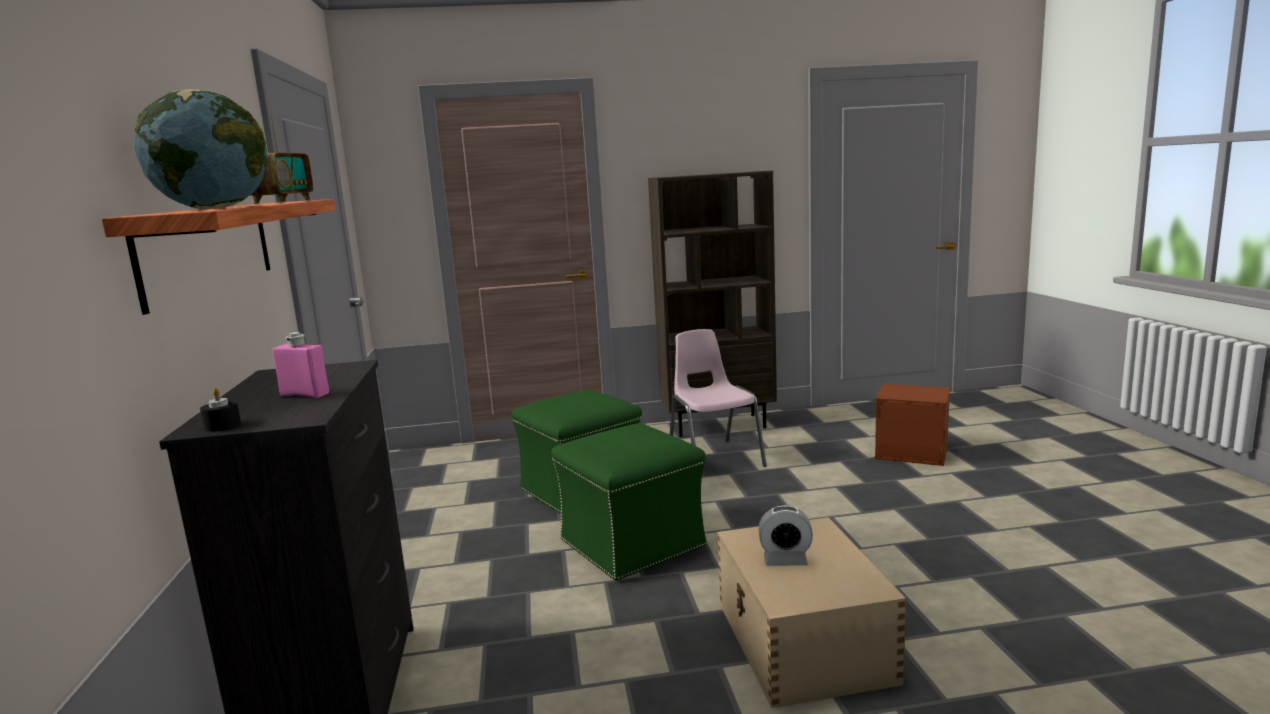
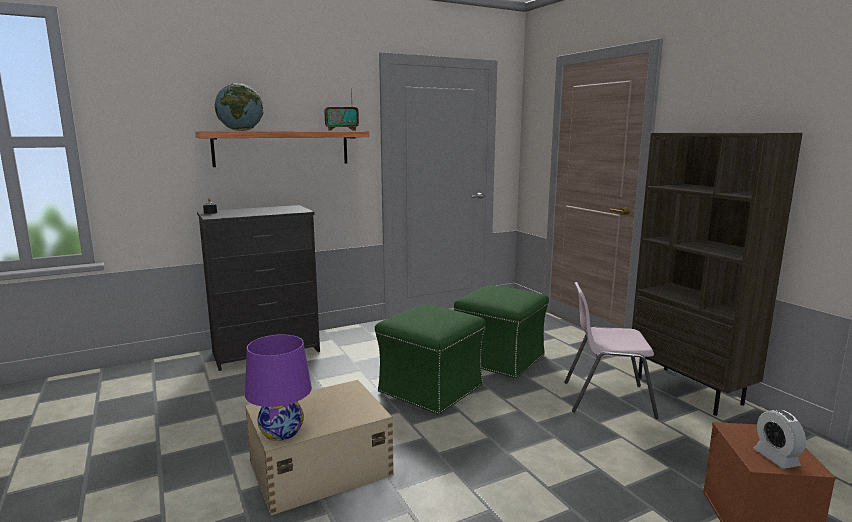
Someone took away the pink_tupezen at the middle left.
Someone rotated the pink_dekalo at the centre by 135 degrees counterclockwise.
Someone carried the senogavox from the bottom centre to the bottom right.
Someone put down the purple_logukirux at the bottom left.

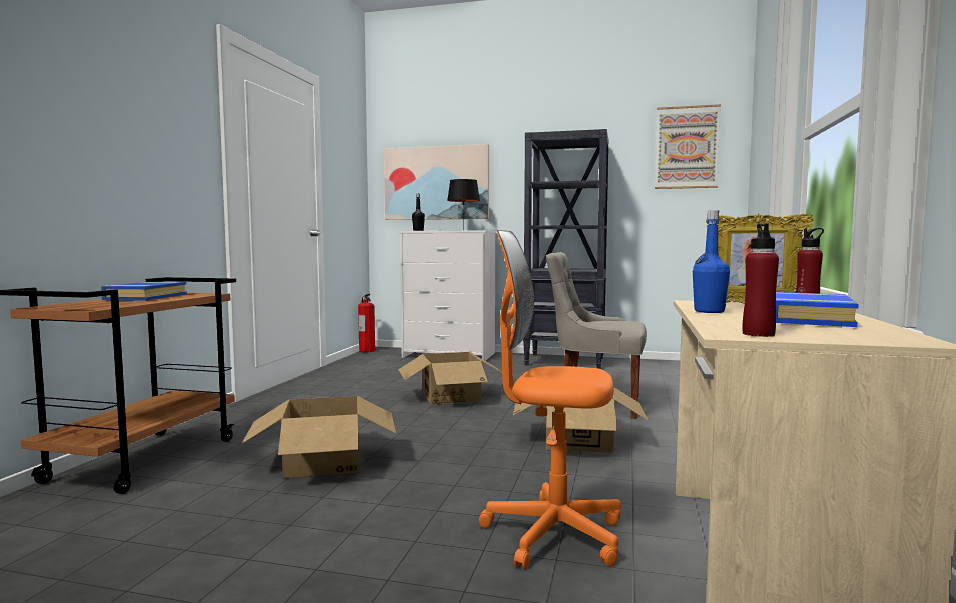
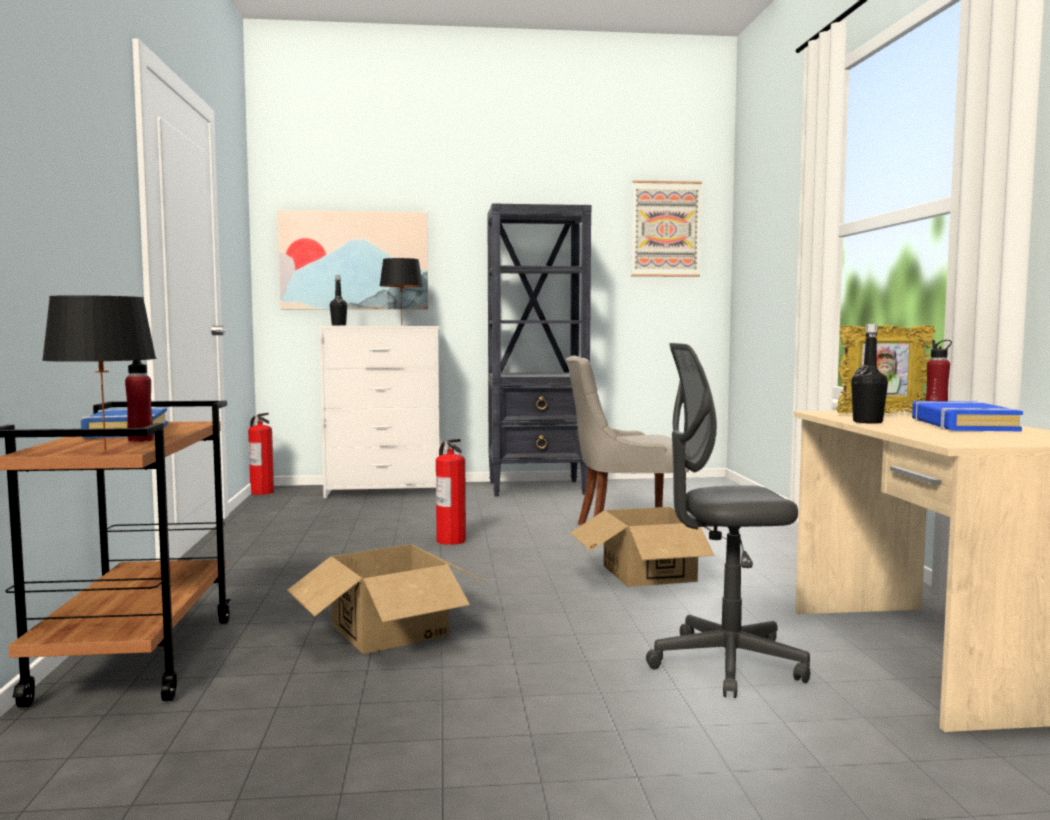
Someone swapped the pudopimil (no. 2 from left) at the centre for the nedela (no. 2 from left) at the centre.
Someone repainted the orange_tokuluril at the centre, which became the grey_tokuluril at the middle right.
Someone repainted the blue_tupezen at the middle right, which became the black_tupezen (no. 2 from left) at the middle right.
Someone carried the red_tupezen (no. 1 from left) from the middle right to the middle left.
Someone put down the black_logukirux (no. 1 from left) at the middle left.

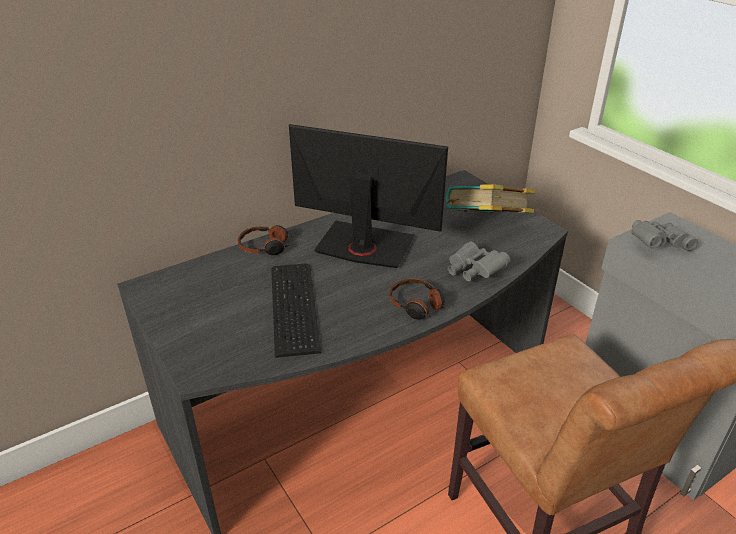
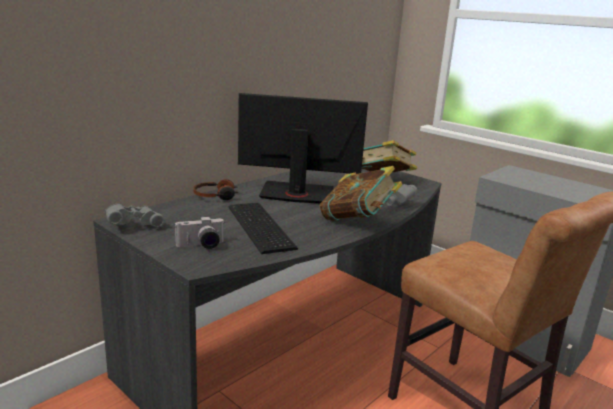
Someone swapped the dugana (no. 2 from left) at the centre for the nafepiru (no. 1 from left) at the centre.
Someone carried the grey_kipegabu (no. 2 from left in the first image) from the middle right to the middle left.
Someone put down the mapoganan at the middle left.

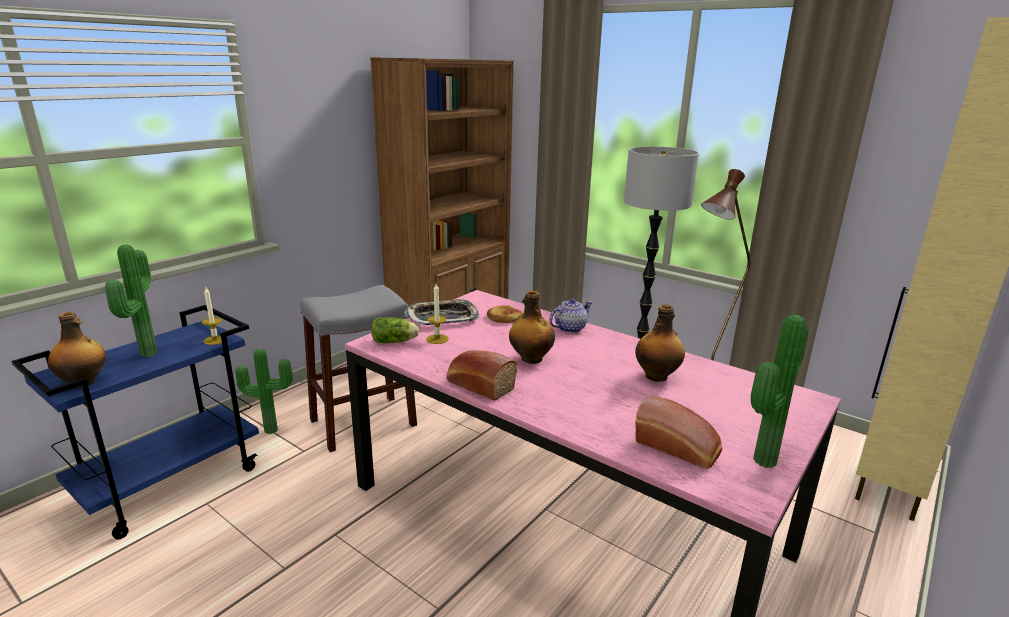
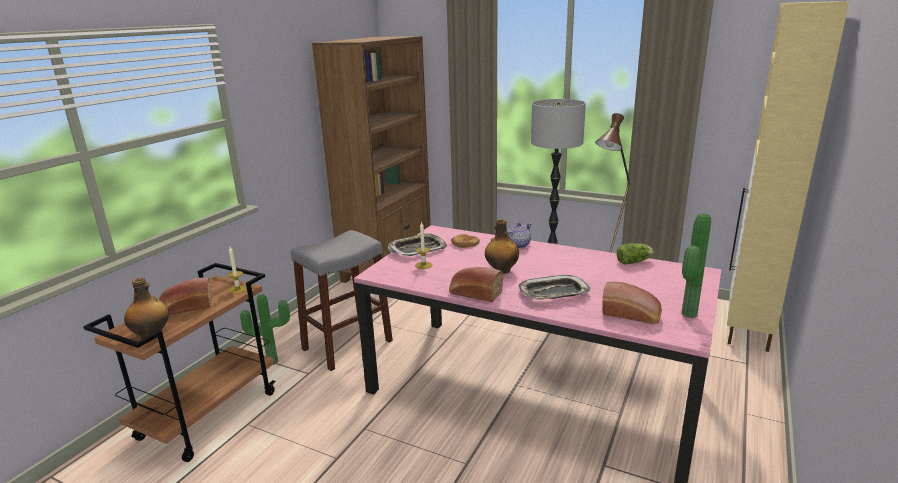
Someone repainted the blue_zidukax at the bottom left, which became the brown_zidukax at the bottom left.
Someone swapped the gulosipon (no. 1 from left) at the middle left for the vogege (no. 1 from left) at the middle left.
Someone carried the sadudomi from the centre to the middle right.
Someone took away the tupezen (no. 3 from left) at the centre.
Someone put down the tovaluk (no. 2 from left) at the centre.

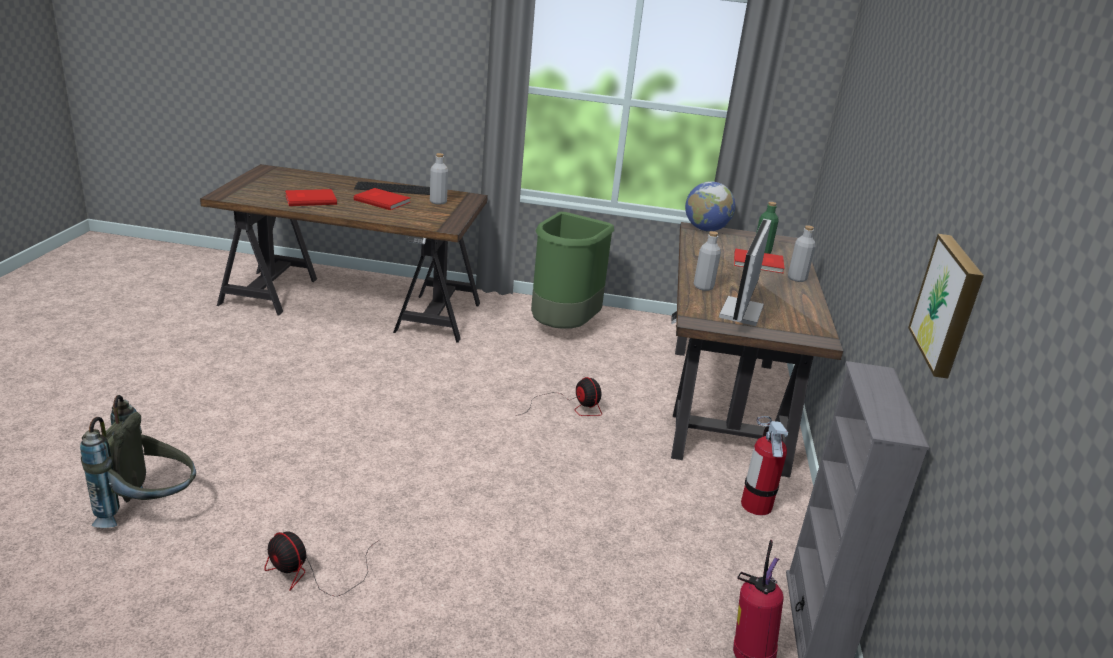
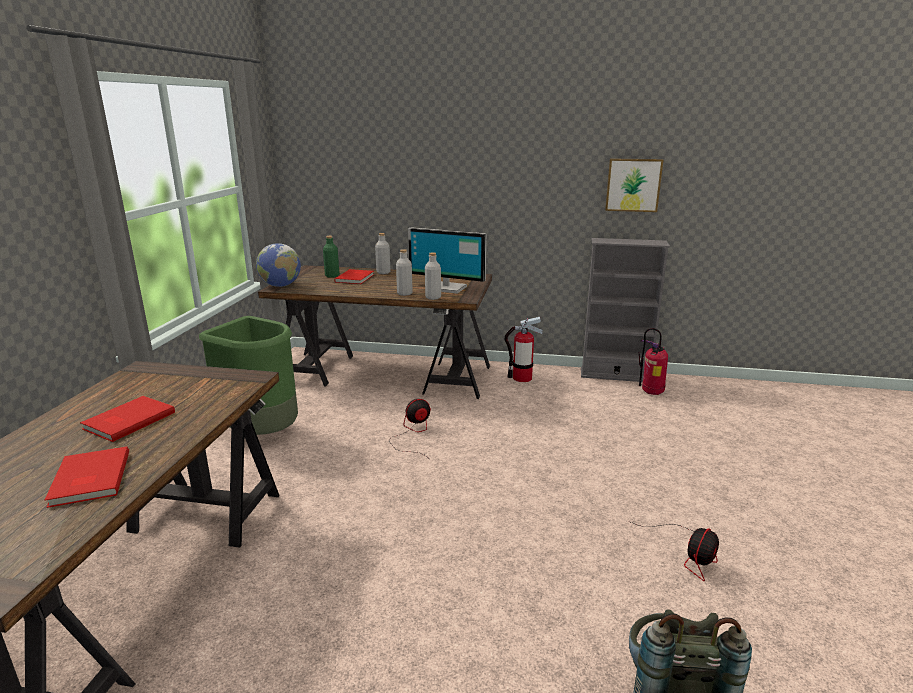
Someone took away the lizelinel at the top centre.
Someone carried the grey_tupezen (no. 1 from left in the first image) from the top centre to the centre.

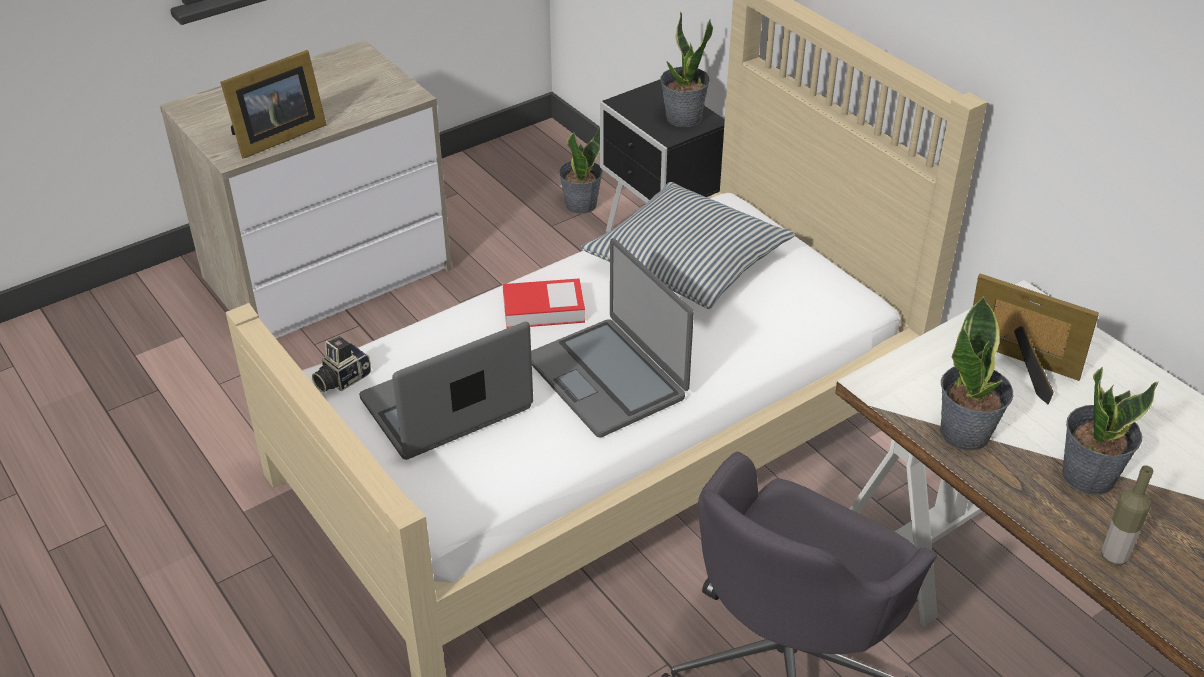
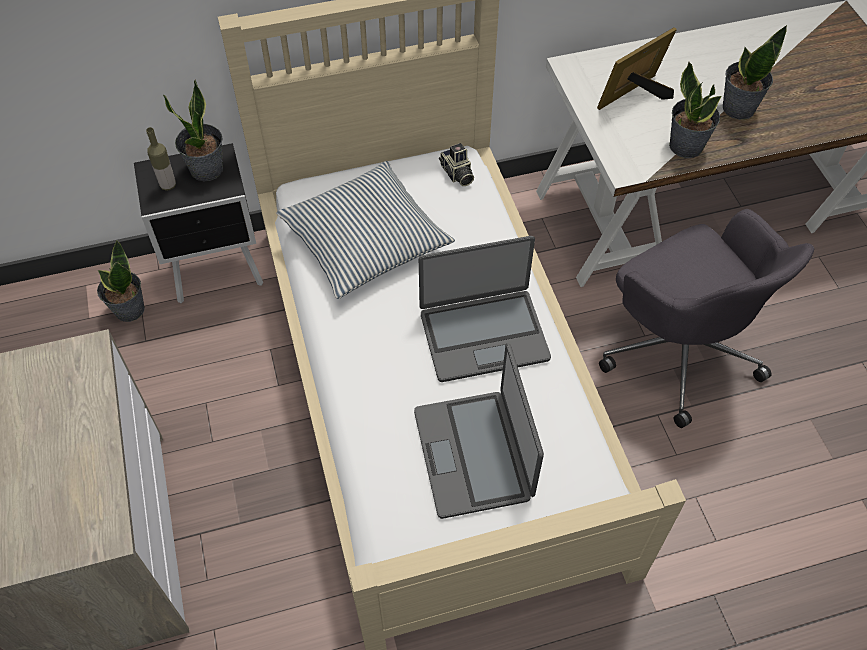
Someone took away the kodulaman (no. 1 from left) at the top left.
Someone carried the mapoganan from the middle left to the top centre.
Someone took away the nafepiru at the centre.
Someone carried the tupezen from the bottom right to the top left.

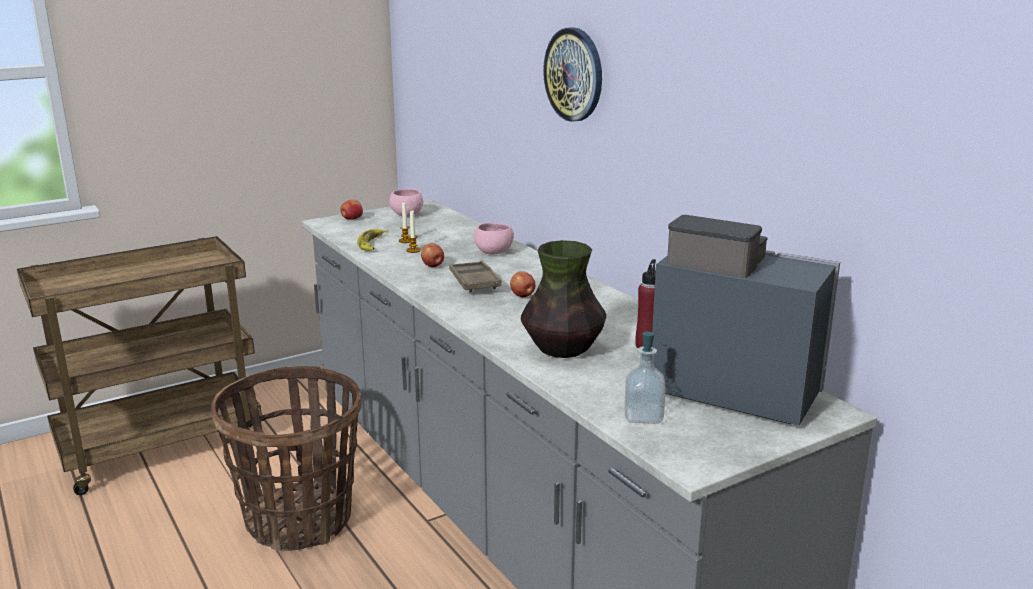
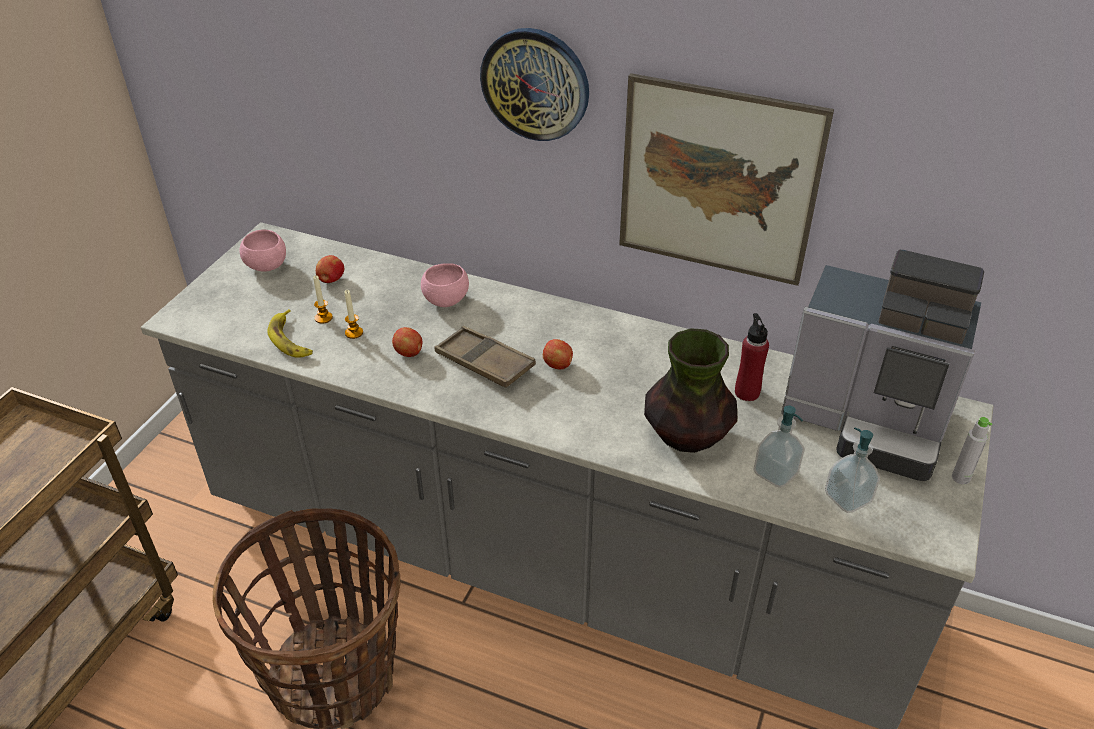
Someone carried the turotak (no. 1 from left) from the centre to the middle left.
Someone rotated the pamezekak at the middle right by 150 degrees counterclockwise.
Someone put up the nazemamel at the top centre.
Someone put down the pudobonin (no. 1 from left) at the middle right.
Someone put down the grey_tupezen at the middle right.

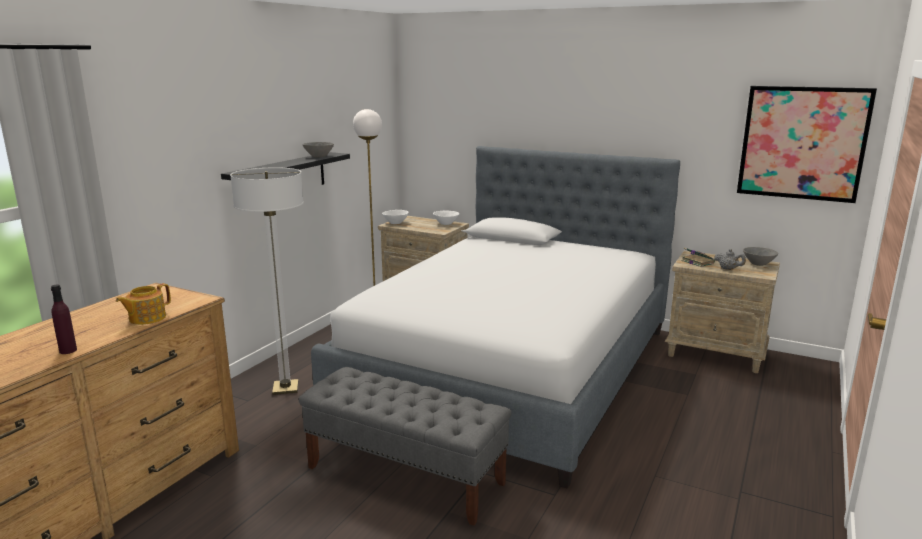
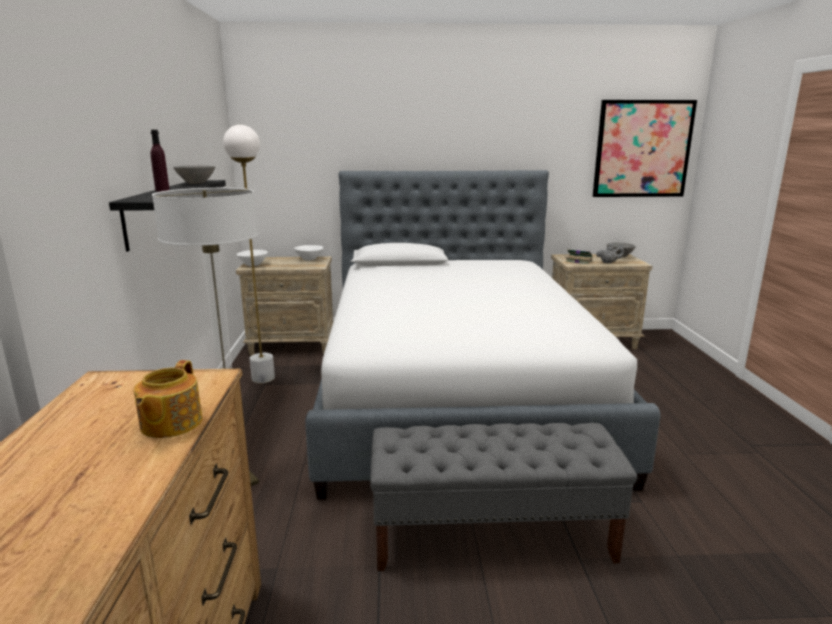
Someone carried the purple_tupezen from the middle left to the top left.

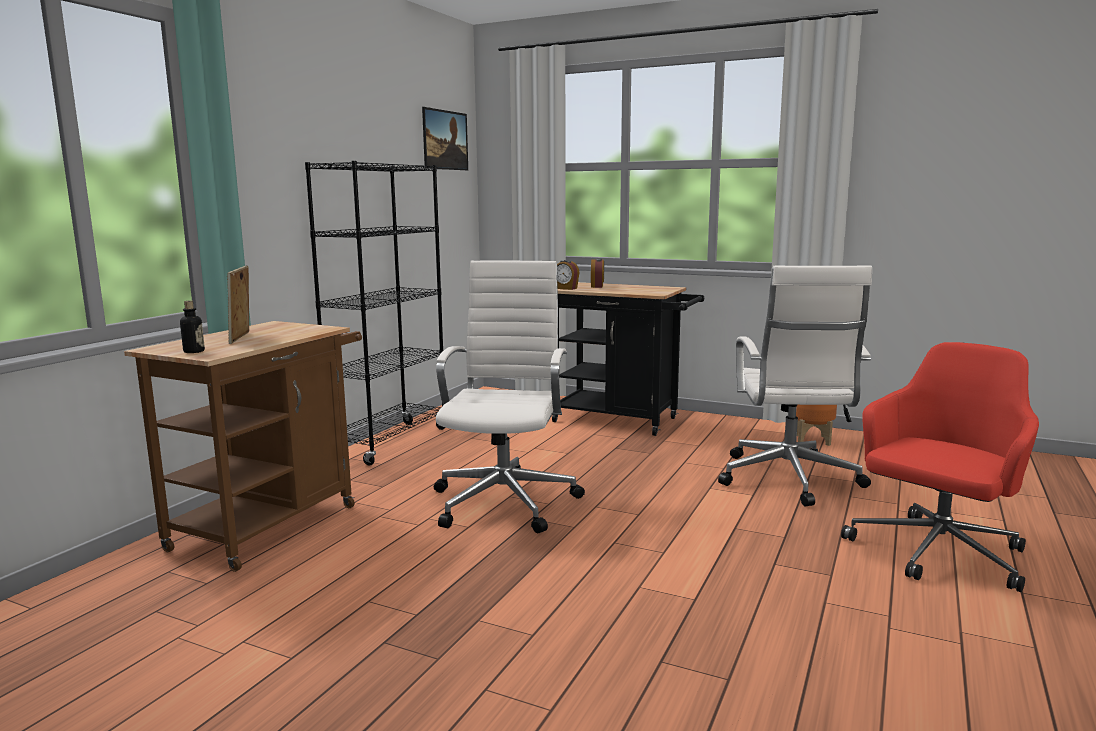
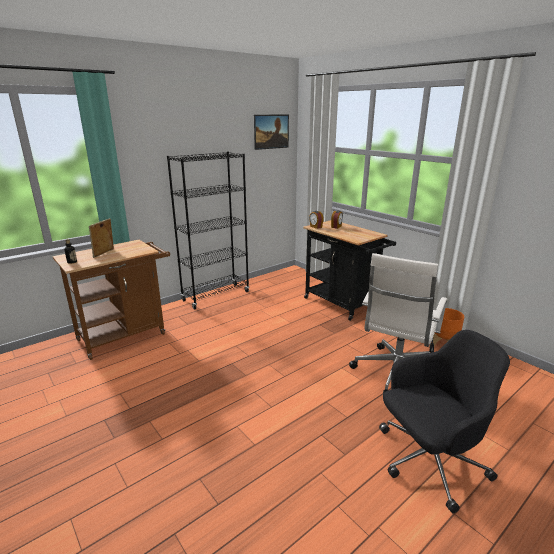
Someone took away the white_tokuluril (no. 1 from left) at the centre.
Someone repainted the red_tokuluril at the middle right, which became the black_tokuluril at the bottom right.

